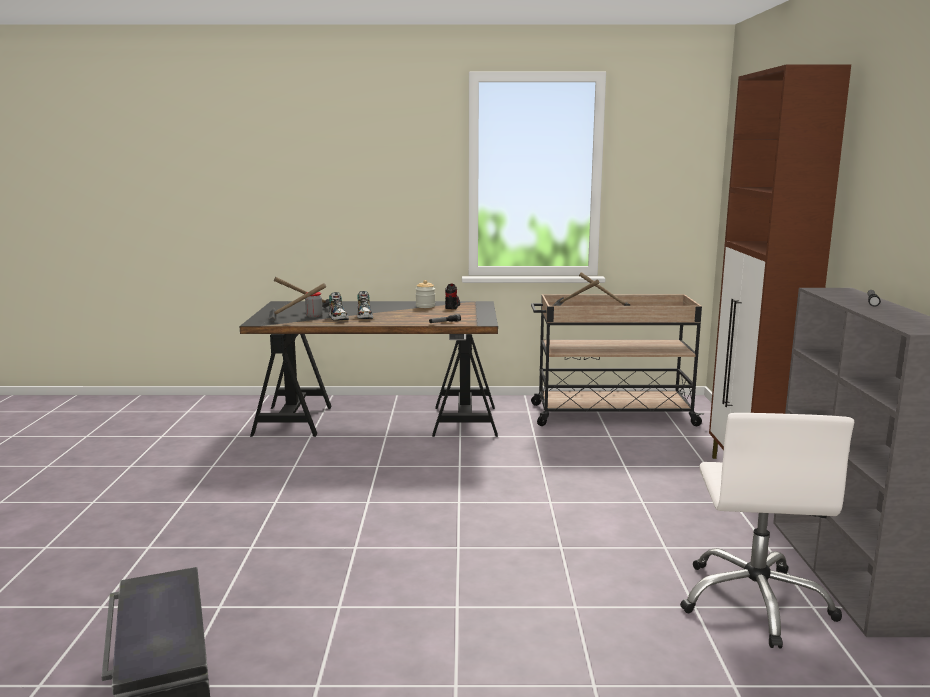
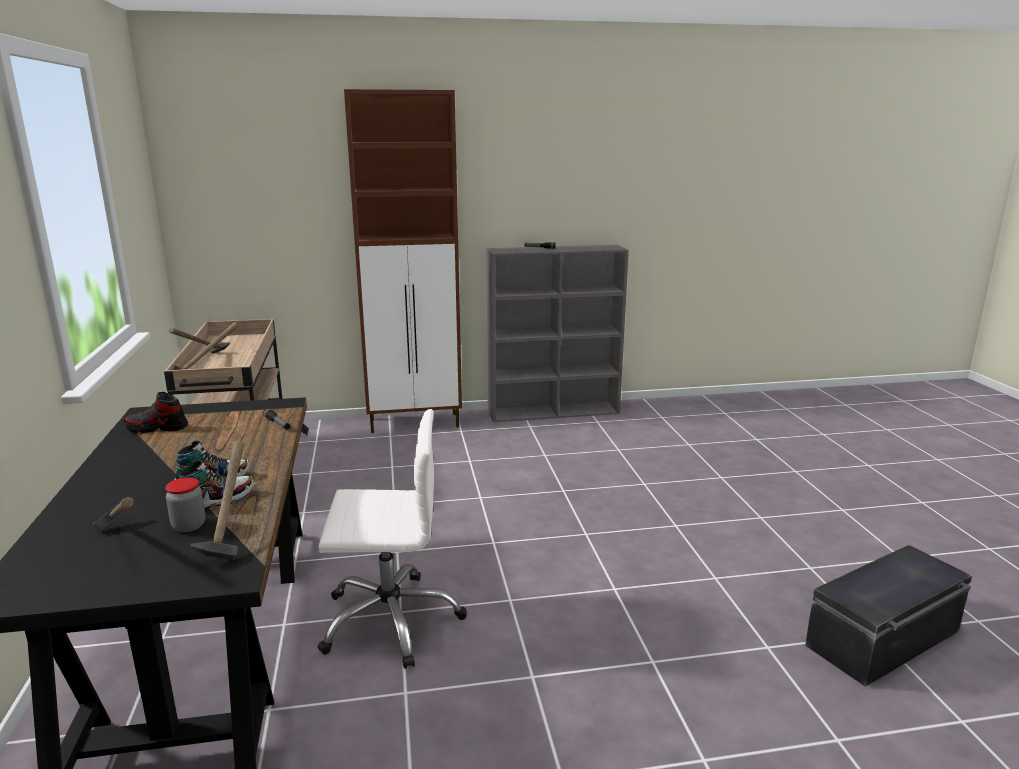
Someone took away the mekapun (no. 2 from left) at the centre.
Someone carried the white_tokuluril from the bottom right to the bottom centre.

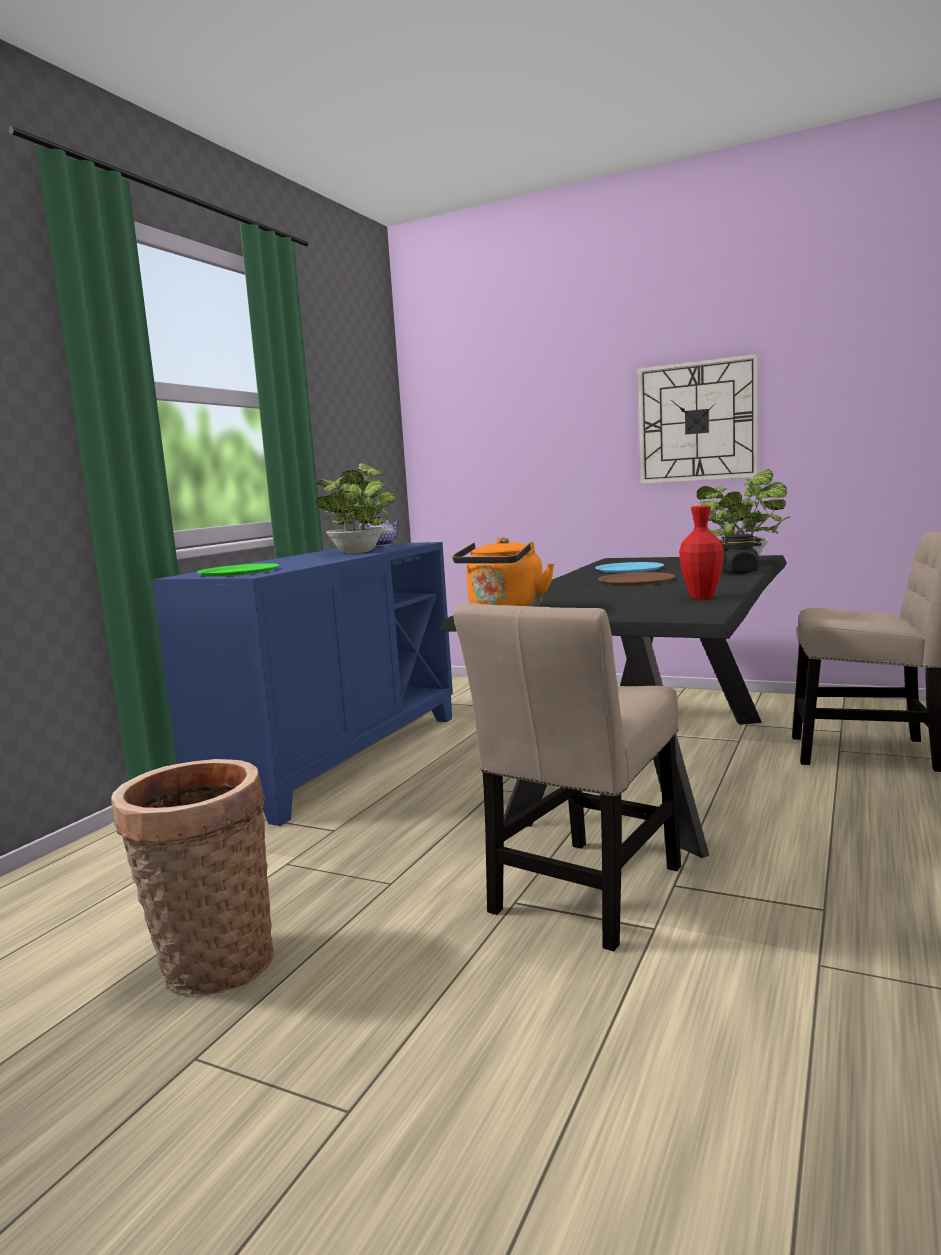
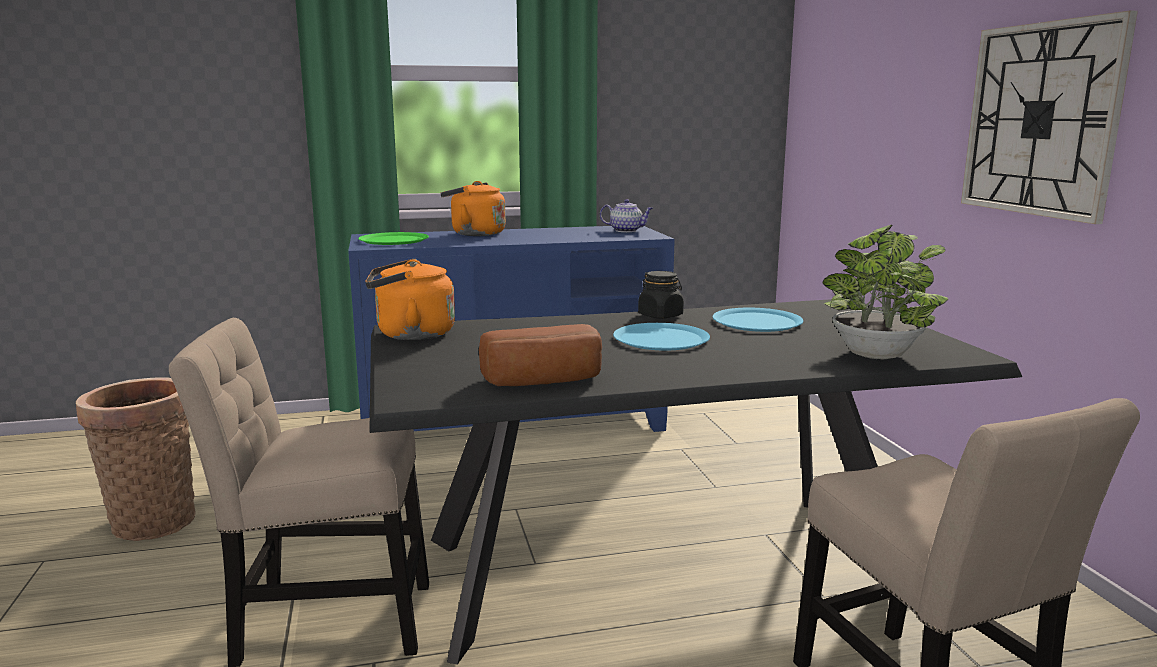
Someone took away the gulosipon (no. 1 from left) at the centre.
Someone repainted the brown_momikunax at the middle right, which became the blue_momikunax (no. 1 from left) at the centre.
Someone swapped the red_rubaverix at the middle right for the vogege at the centre.
Someone carried the black_mekapun from the middle right to the centre.
Someone put down the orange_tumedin (no. 2 from left) at the top centre.

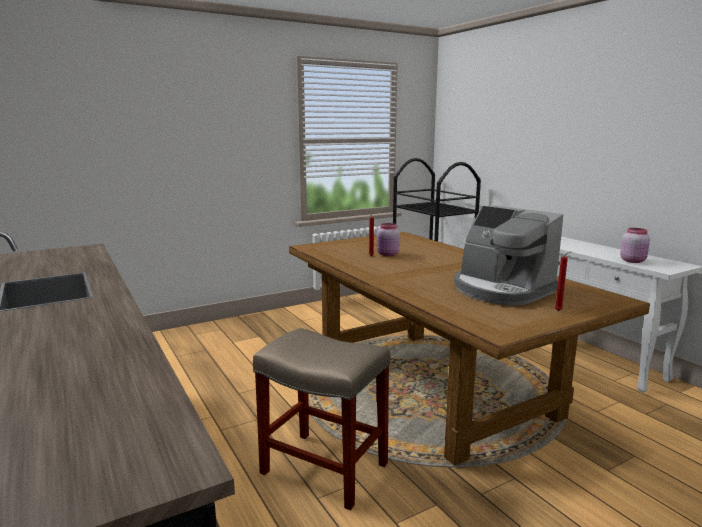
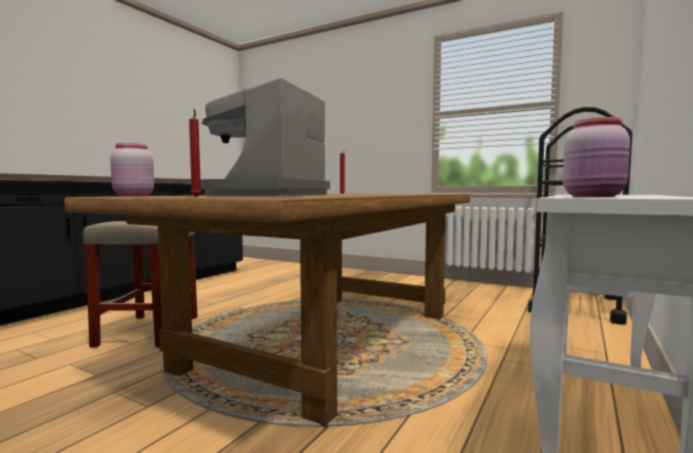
Someone carried the pink_mekapun (no. 1 from left) from the centre to the middle left.

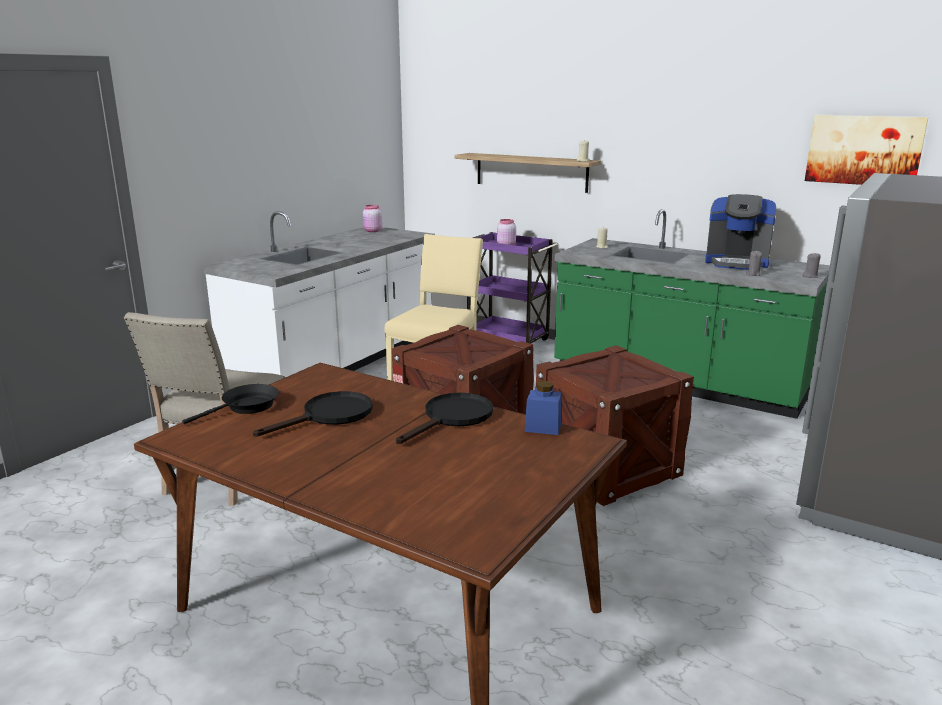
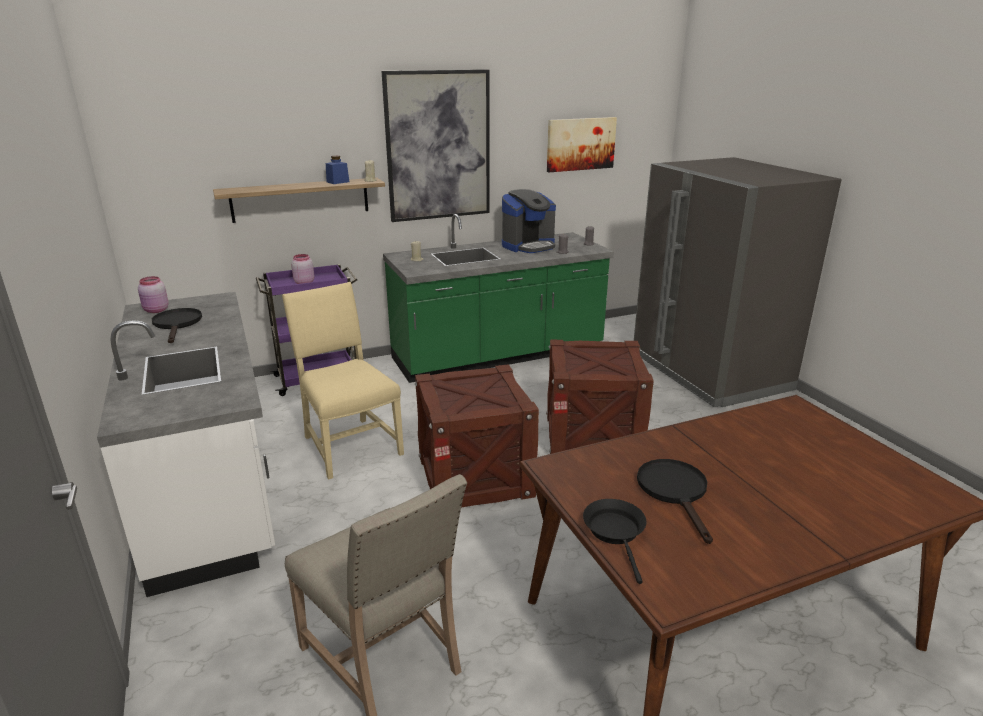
Someone carried the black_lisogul (no. 3 from left in the first image) from the centre to the middle left.
Someone carried the blue_mekapun from the centre to the top centre.
Someone put up the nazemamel (no. 1 from left) at the top centre.

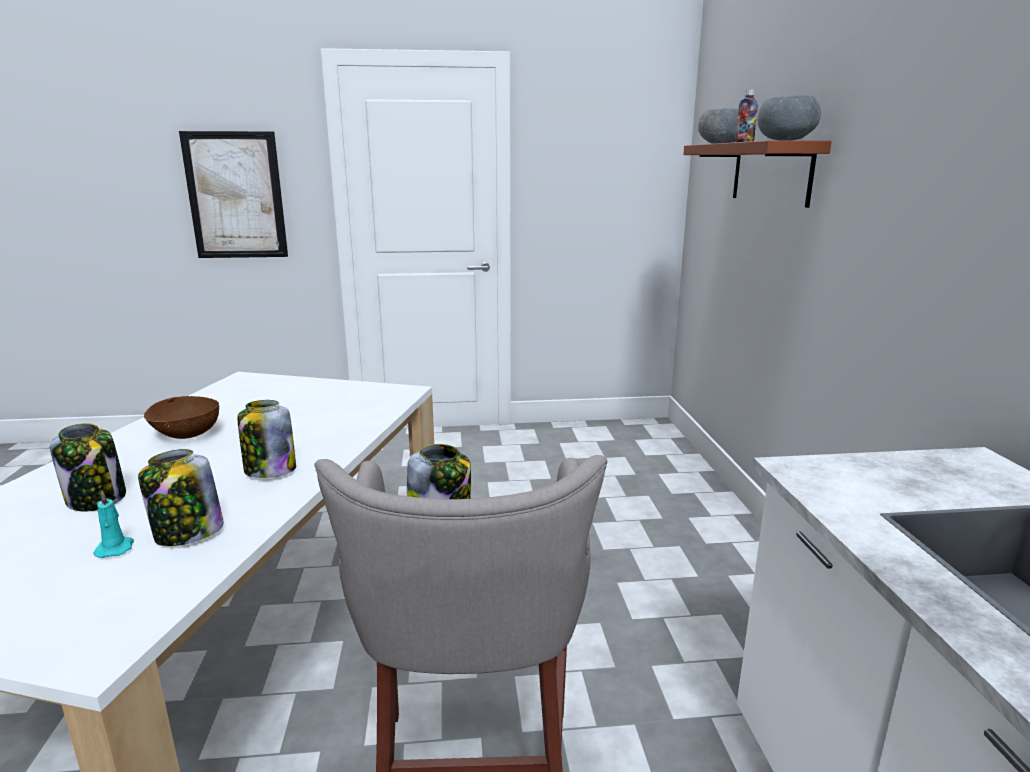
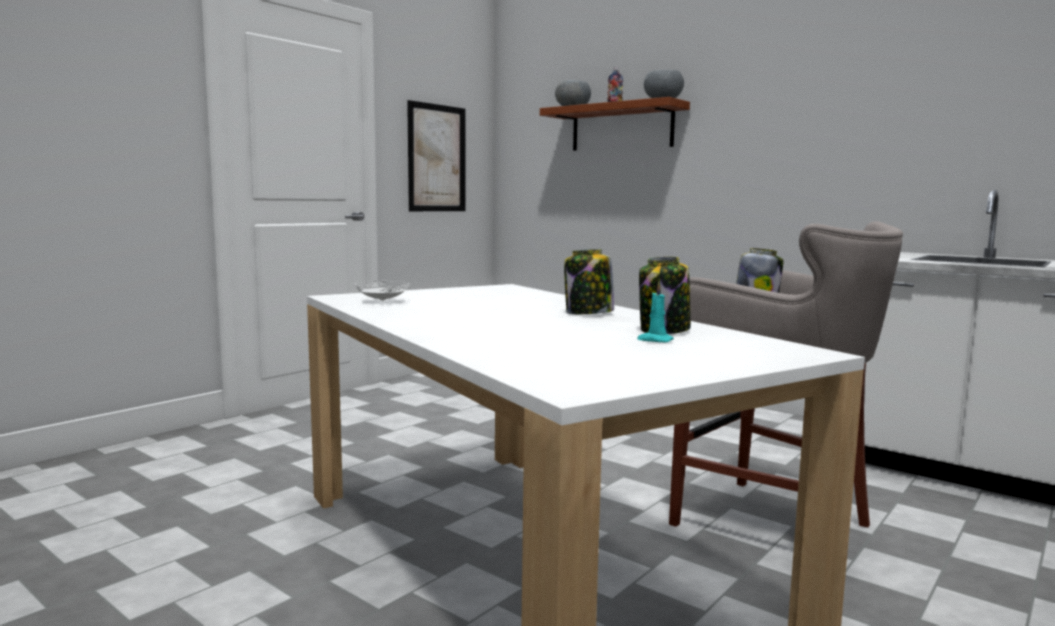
Someone took away the mekapun (no. 1 from left) at the middle left.
Someone took away the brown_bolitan at the middle left.
Someone carried the nazemamel from the top left to the top centre.
Someone put down the white_momikunax at the centre.

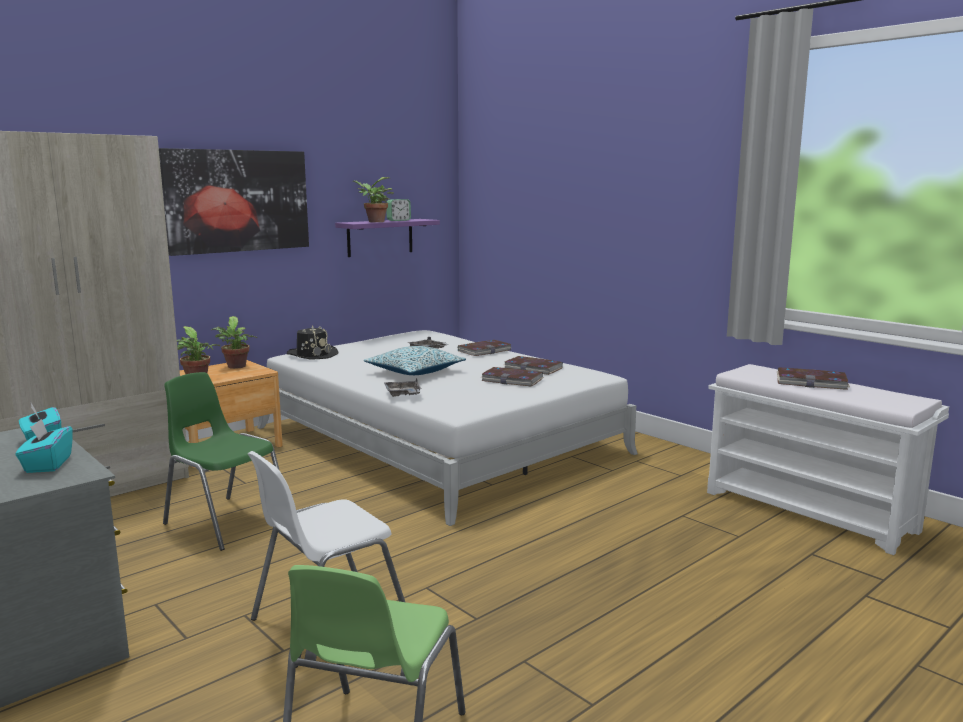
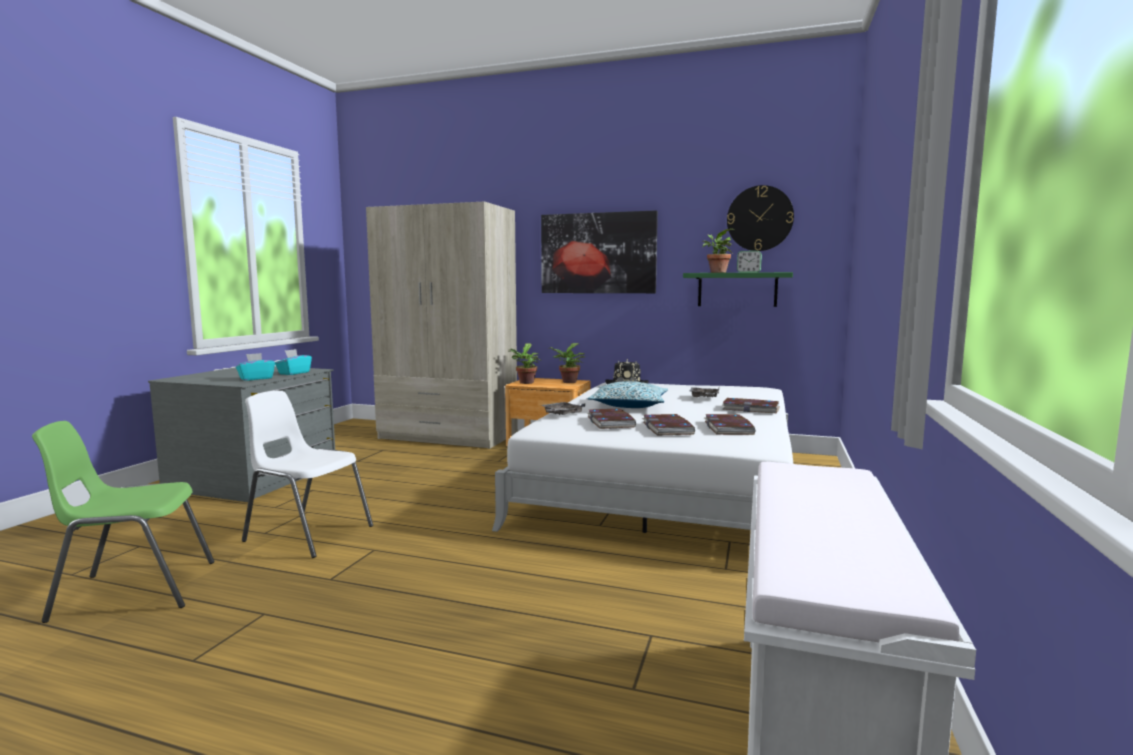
Someone took away the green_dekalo (no. 1 from left) at the middle left.
Someone repainted the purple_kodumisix at the top centre, which became the green_kodumisix at the centre.
Someone carried the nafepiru (no. 4 from left in the first image) from the middle right to the centre.
Someone put up the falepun at the top right.

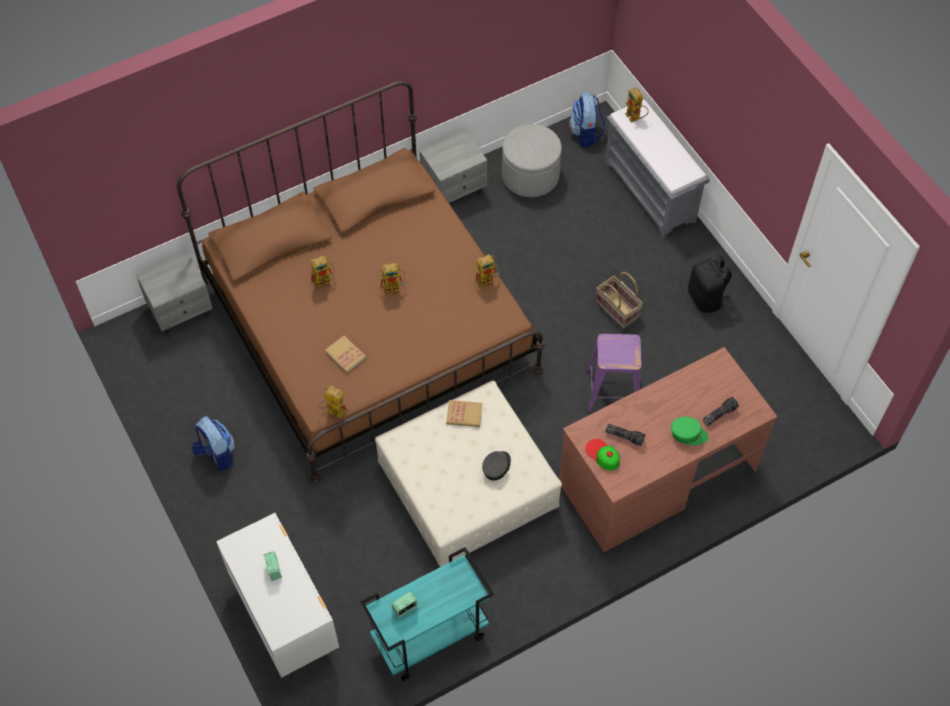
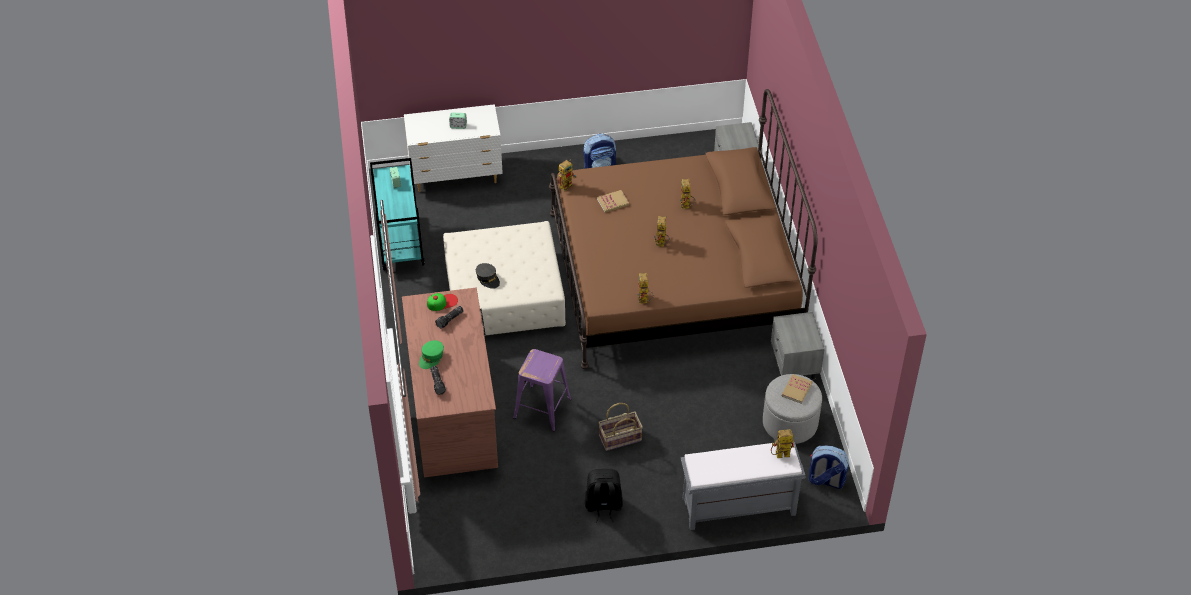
Someone carried the nafepiru (no. 2 from left) from the centre to the middle right.

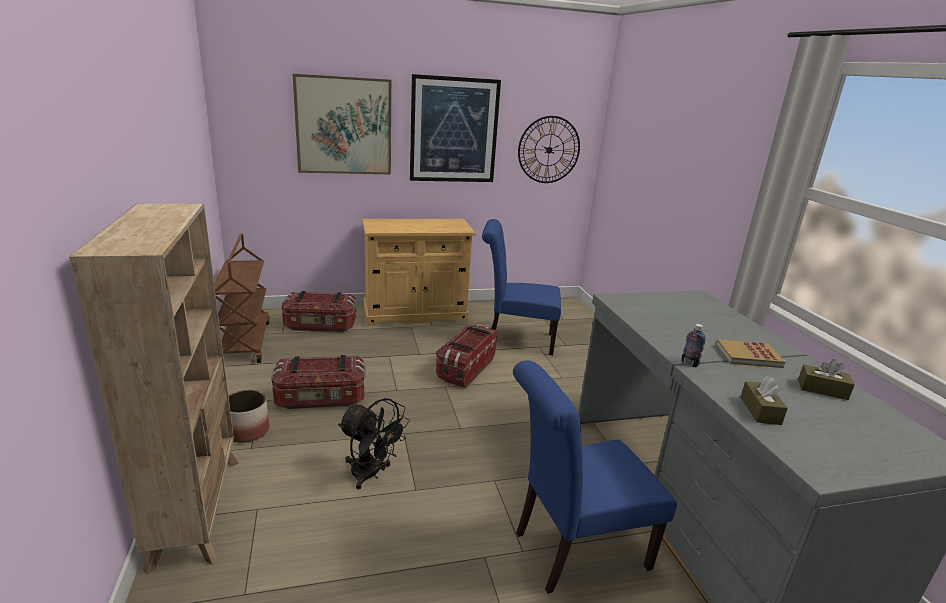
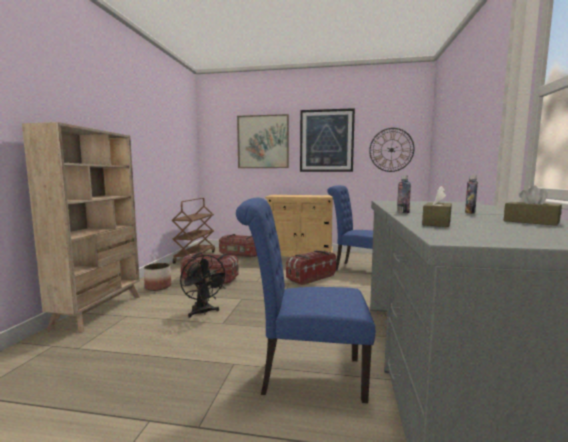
Someone swapped the nafepiru at the middle right for the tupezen (no. 2 from left) at the middle right.

